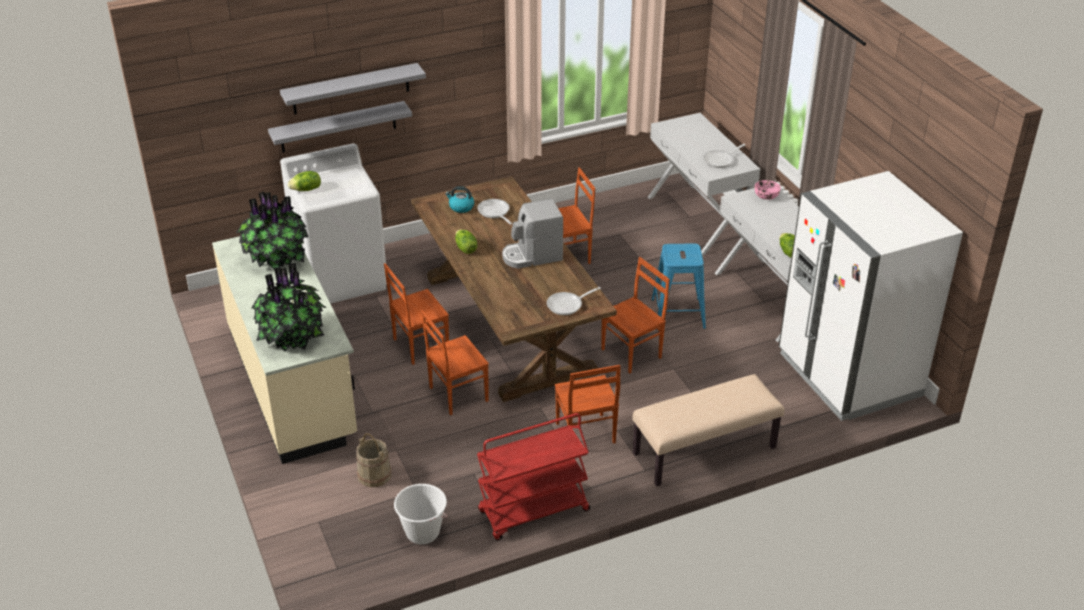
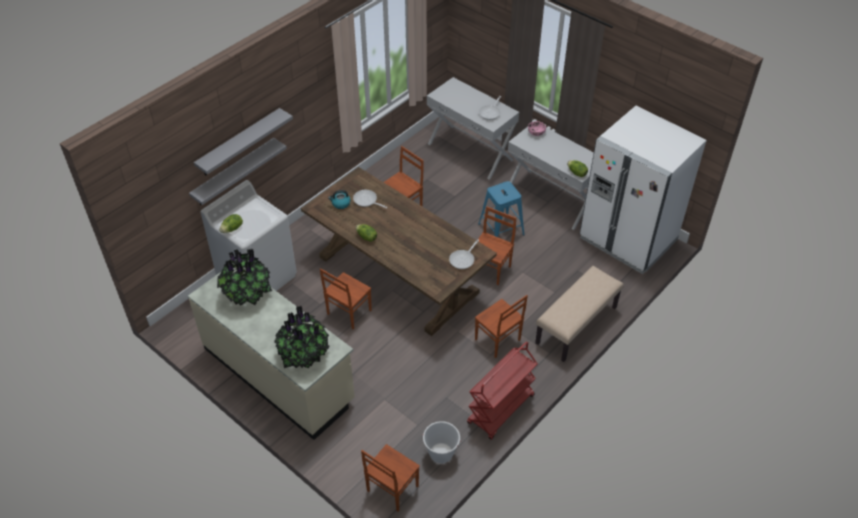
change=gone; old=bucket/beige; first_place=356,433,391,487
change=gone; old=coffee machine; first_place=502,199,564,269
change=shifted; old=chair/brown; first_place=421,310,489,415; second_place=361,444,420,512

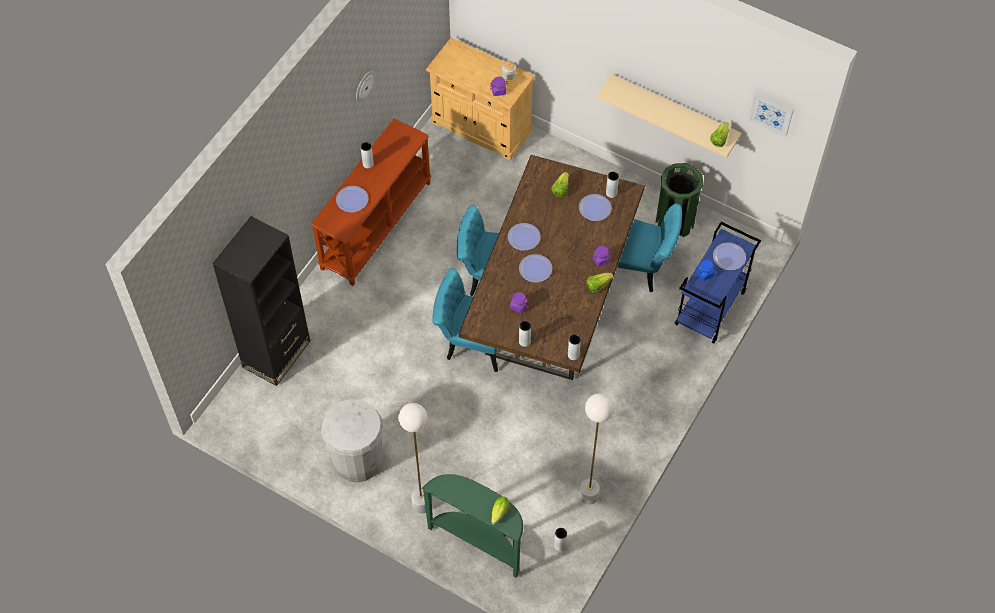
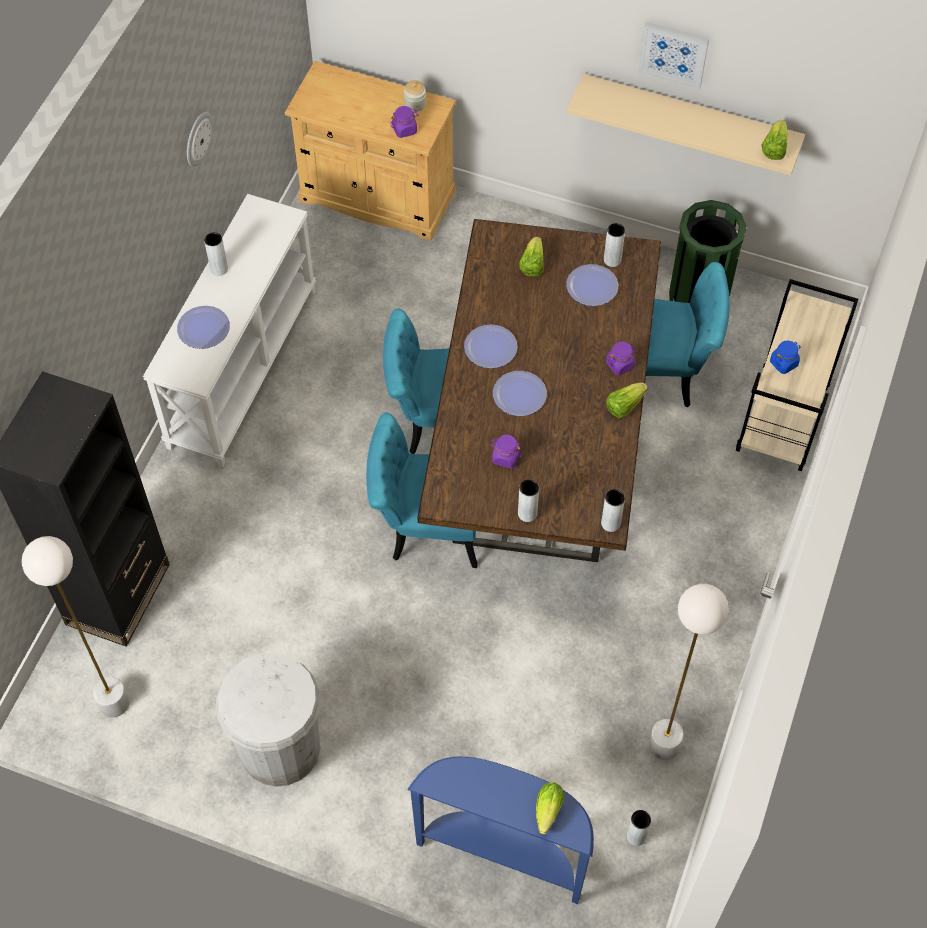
change=gone; old=plate; first_place=713,243,746,270
change=shifted; old=floor lamp/white; first_place=398,403,428,513; second_place=22,536,130,717
change=shifted; old=picture; first_place=749,93,794,137; second_place=638,22,709,89
change=repainted; old=console table/brown; new=console table/white; first_place=311,118,431,286; second_place=143,194,316,467
change=repainted; old=console table/green; new=console table/blue; first_place=422,474,523,578; second_place=407,757,594,904
change=repainted; old=cart/blue; new=cart/beige; first_place=675,222,761,344; second_place=736,279,858,471

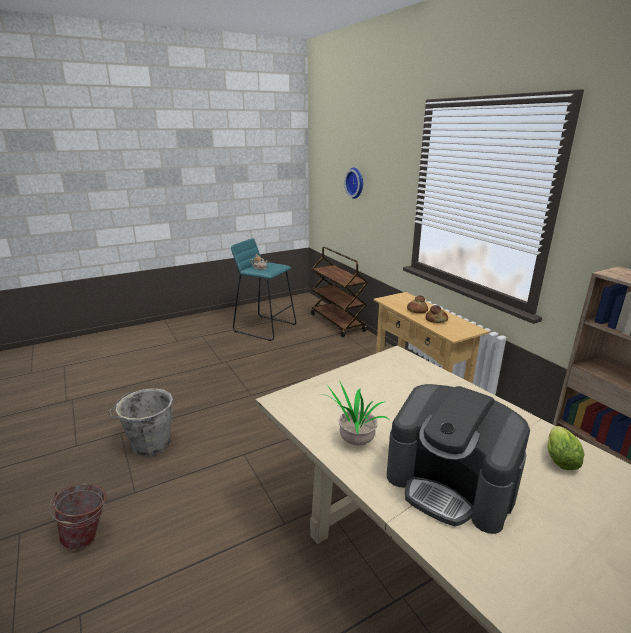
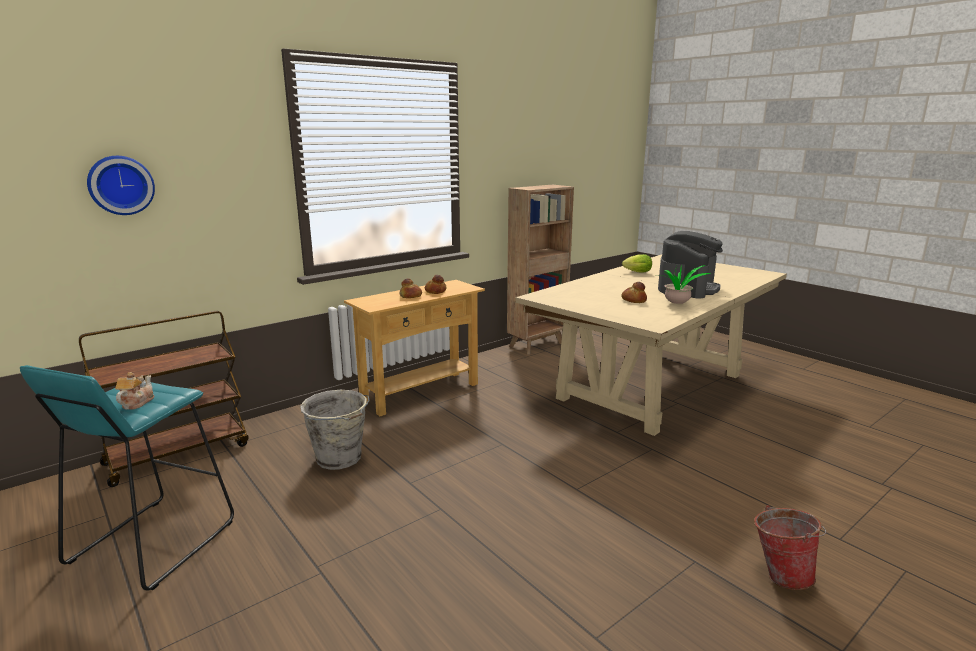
change=new; new=bread; second_place=621,282,647,303
change=shifted; old=bucket/grey; first_place=108,388,173,457; second_place=300,390,370,470

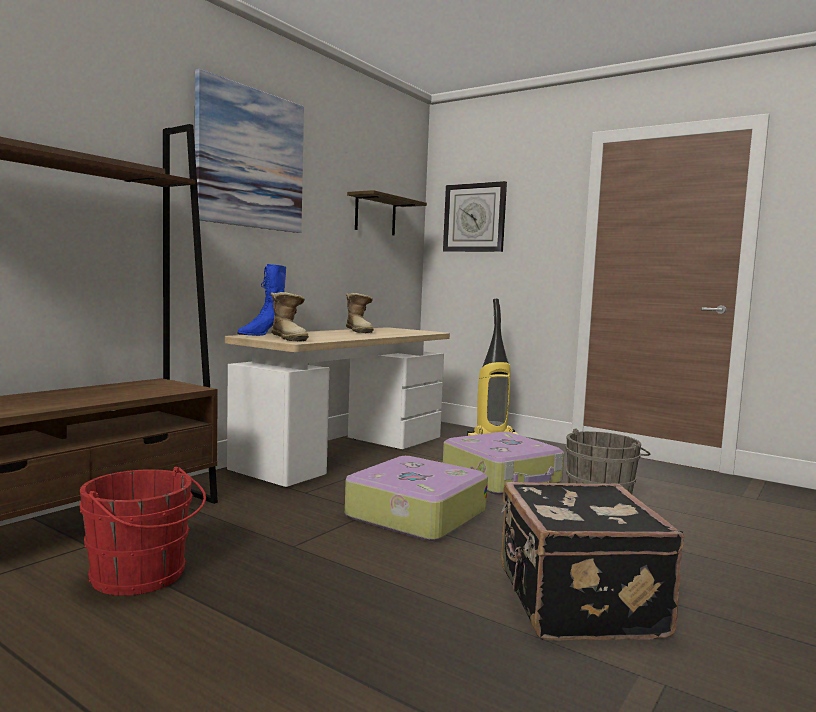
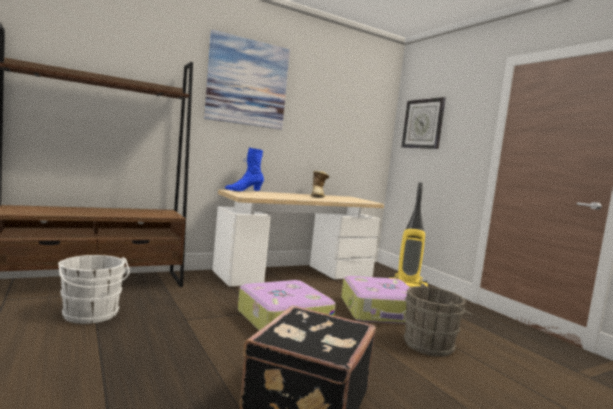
change=gone; old=boot; first_place=271,292,309,342
change=gone; old=shelf; first_place=347,190,427,235
change=repainted; old=bucket/red; new=bucket/white; first_place=79,467,206,596; second_place=58,255,130,324

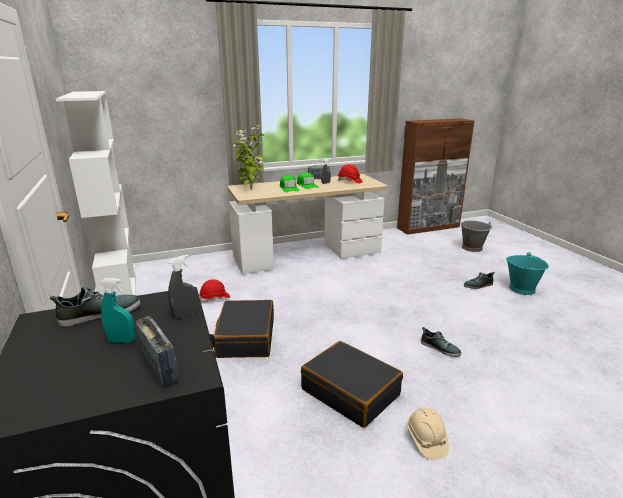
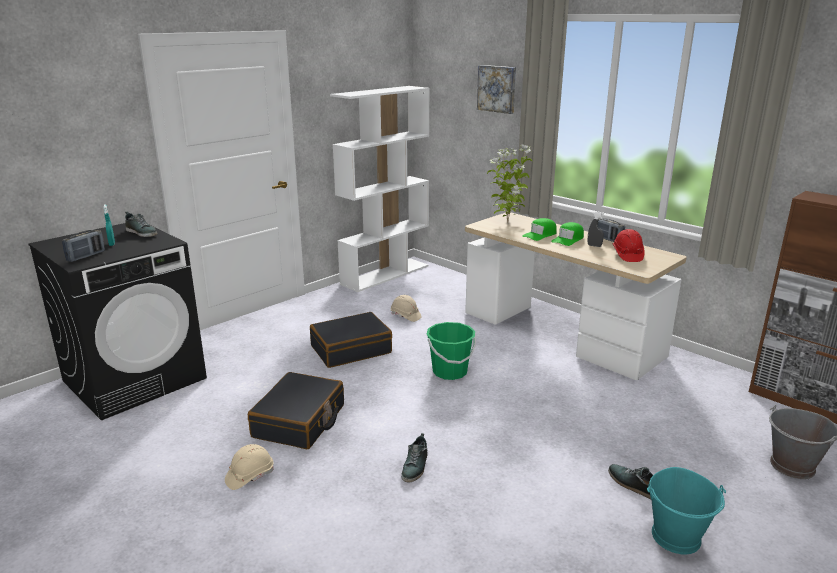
change=gone; old=spray bottle/grey; first_place=168,255,197,319
change=new; new=bucket/green; second_place=427,322,476,380
change=new; new=picture; second_place=477,65,516,114
change=repainted; old=hard hat/red; new=hard hat/beige; first_place=199,279,230,303; second_place=391,295,421,322

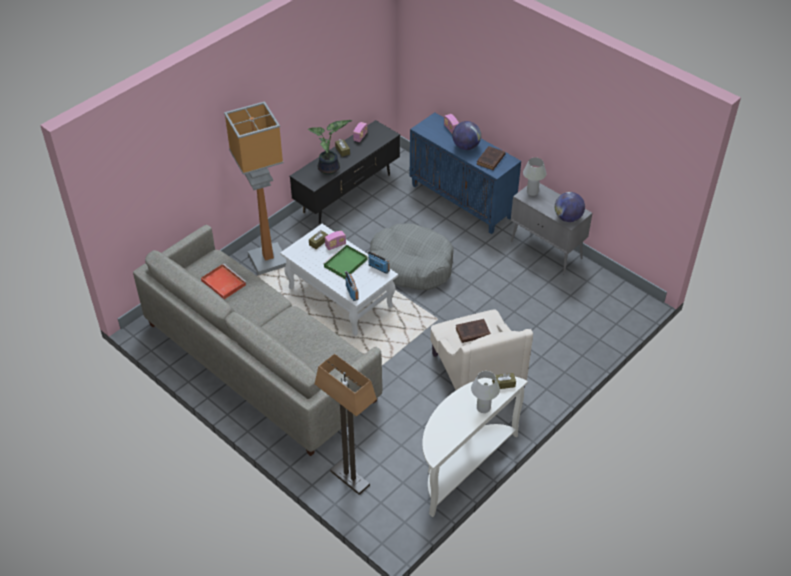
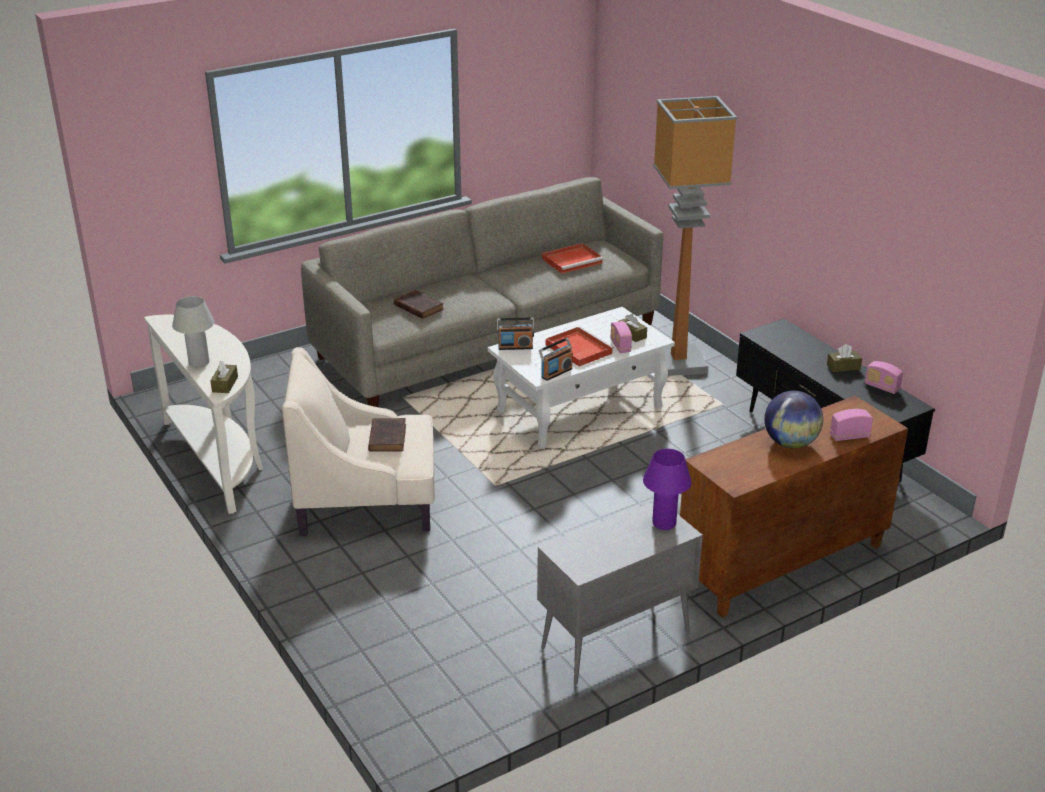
change=gone; old=potted plant; first_place=308,120,352,175
change=gone; old=floor lamp; first_place=315,354,377,495
change=gone; old=dog bed/grey; first_place=370,223,454,290
change=gone; old=globe; first_place=555,192,585,222
change=shifted; old=book/brown; first_place=477,146,505,170; second_place=394,290,444,319
change=repainted; old=tray/green; new=tray/red; first_place=323,244,368,279; second_place=546,326,614,367
change=repainted; old=cabinet/blue; new=cabinet/brown; first_place=410,113,521,234; second_place=680,396,908,618
change=repainted; old=table lamp/white; new=table lamp/purple; first_place=523,157,546,196; second_place=643,449,692,530

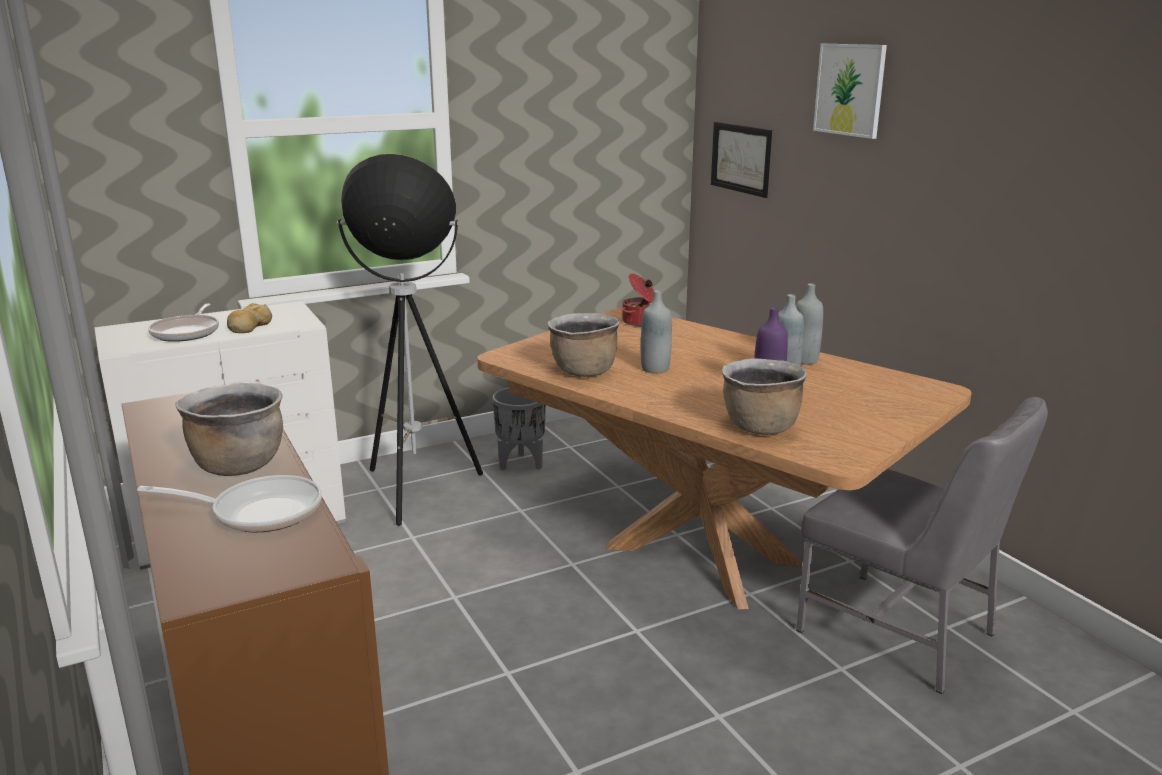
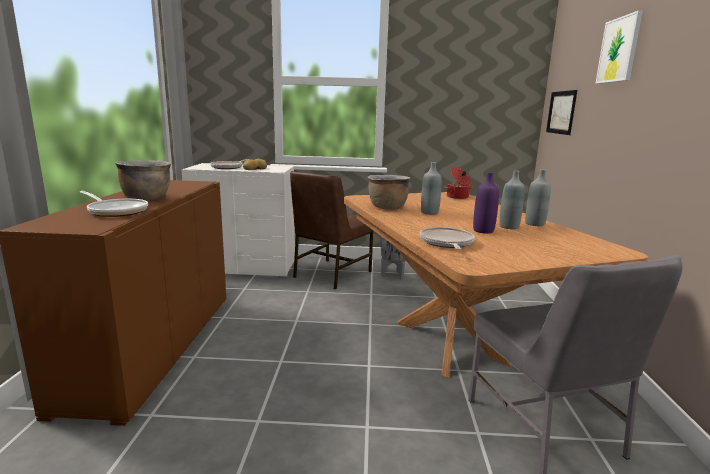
change=swapped; old=floor lamp; new=chair/brown; first_place=337,154,483,526; second_place=290,171,373,289
change=swapped; old=cooking pot/brown; new=frying pan; first_place=722,358,807,435; second_place=420,227,475,250

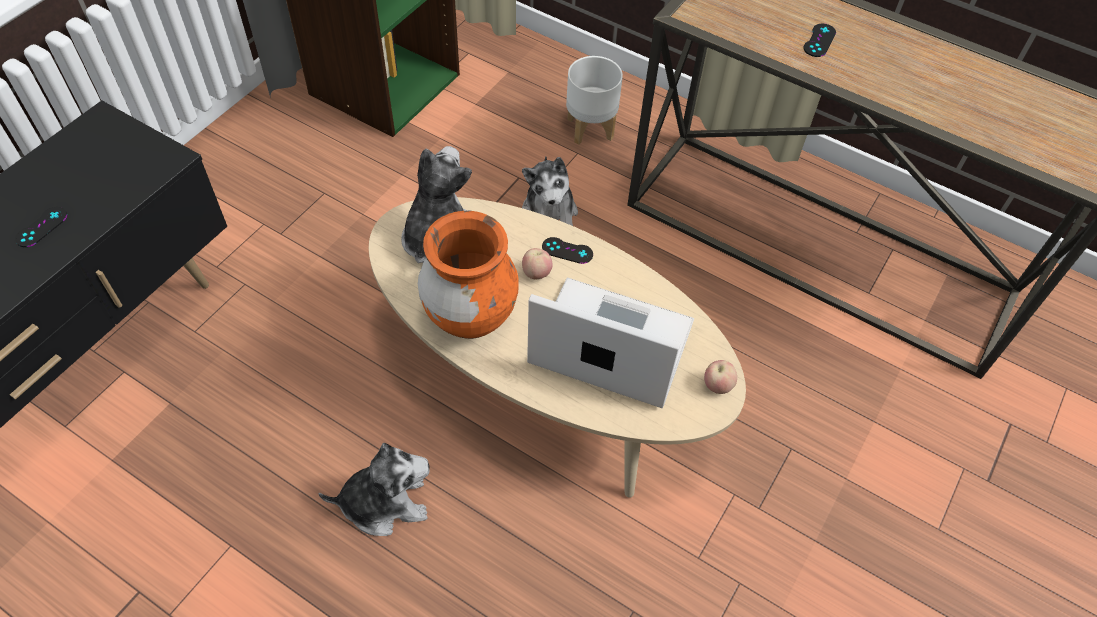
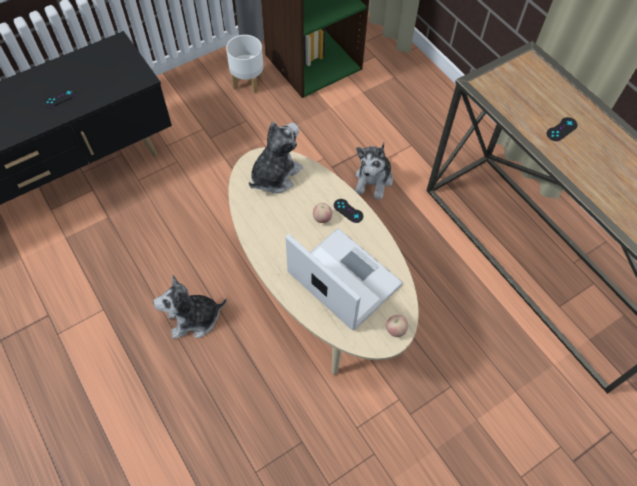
change=gone; old=vase/orange; first_place=418,211,519,339
change=shifted; old=planter/white; first_place=566,56,623,145; second_place=226,35,263,94
change=rotated; old=plush toy; first_place=319,443,429,536; second_place=153,275,227,339; degrees=150

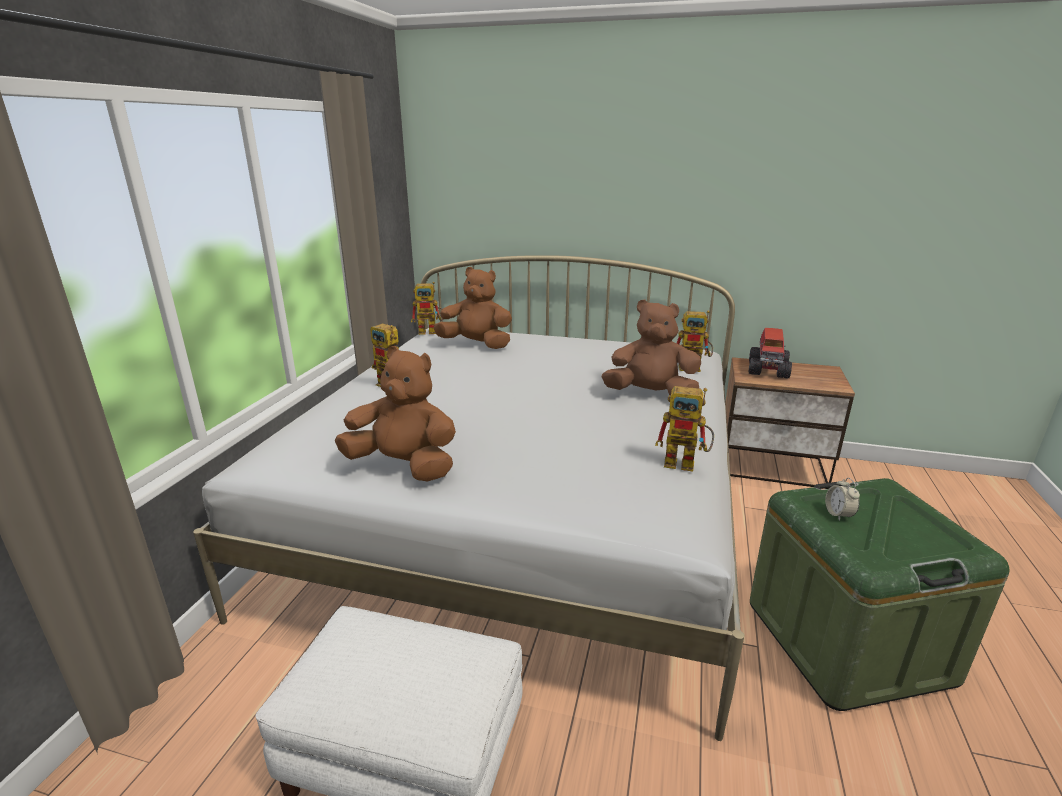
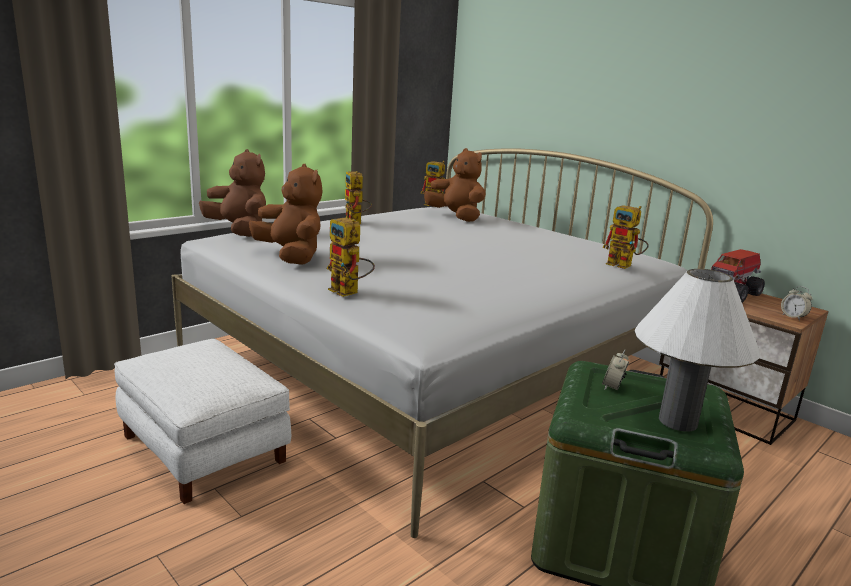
change=new; new=table lamp/white; second_place=634,269,760,432
change=new; new=alarm clock; second_place=781,286,813,321
change=shifted; old=plush toy/brown; first_place=602,299,701,395; second_place=199,149,266,237
change=shifted; old=toy robot; first_place=655,386,714,472; second_place=327,218,375,297

